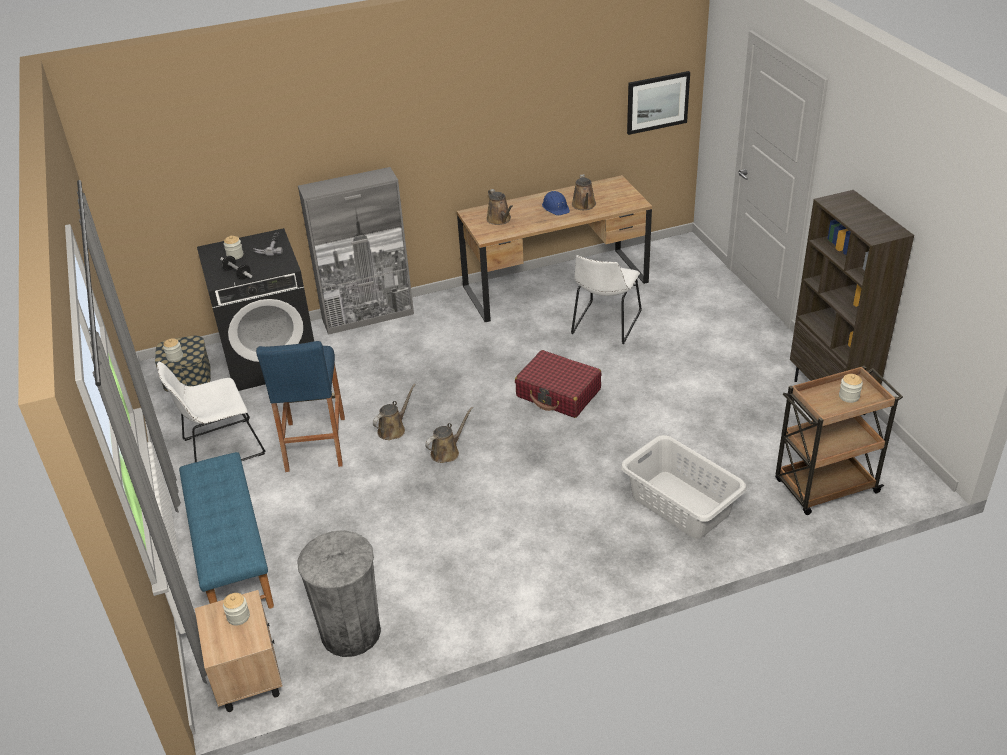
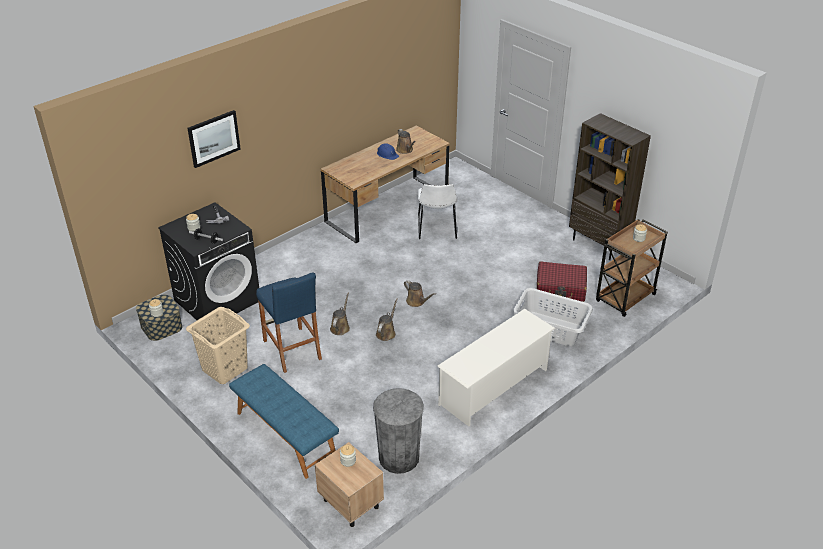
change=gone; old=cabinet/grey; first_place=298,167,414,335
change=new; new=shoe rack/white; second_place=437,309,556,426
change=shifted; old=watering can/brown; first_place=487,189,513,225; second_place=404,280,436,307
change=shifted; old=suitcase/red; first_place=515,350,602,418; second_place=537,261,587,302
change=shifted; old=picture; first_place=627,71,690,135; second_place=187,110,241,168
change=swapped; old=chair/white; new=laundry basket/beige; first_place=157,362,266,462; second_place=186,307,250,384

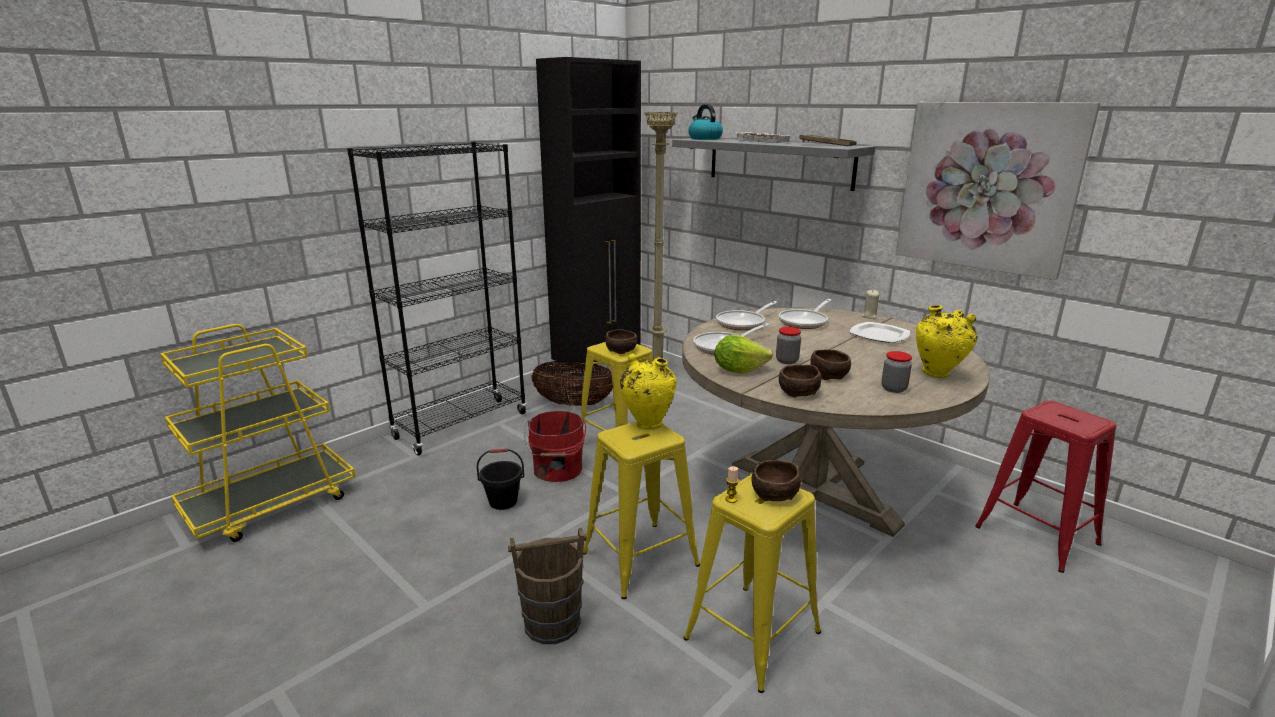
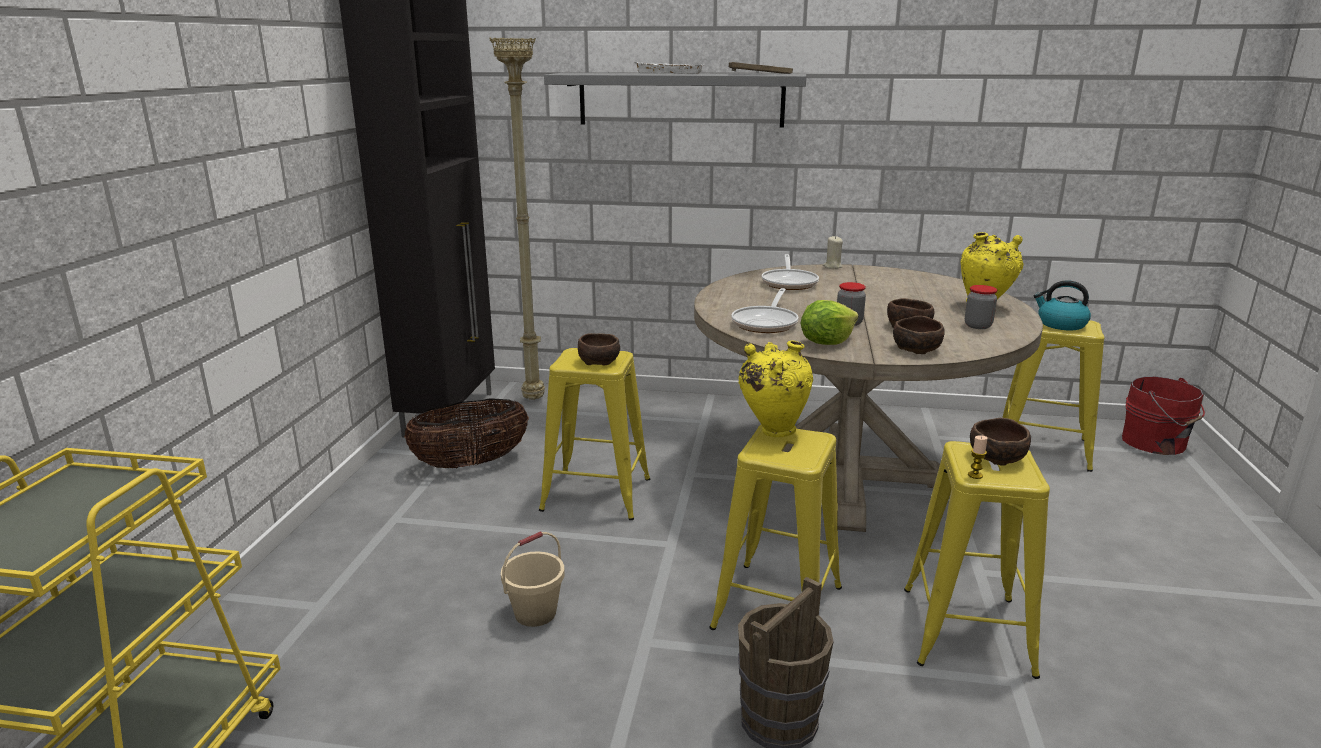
change=gone; old=bookcase/black; first_place=347,142,527,455
change=gone; old=frying pan; first_place=716,301,778,330
change=gone; old=plate; first_place=849,322,910,343
change=gone; old=picture; first_place=896,102,1100,280
change=shifted; old=bucket/red; first_place=524,411,586,482; second_place=1122,376,1205,455
change=shifted; old=kettle; first_place=688,104,723,140; second_place=1033,280,1091,330
change=repainted; old=bucket/black; new=bucket/beige; first_place=477,449,524,510; second_place=501,532,565,627
change=repainted; old=stool/red; new=stool/yellow; first_place=975,401,1116,573; second_place=1002,320,1104,472

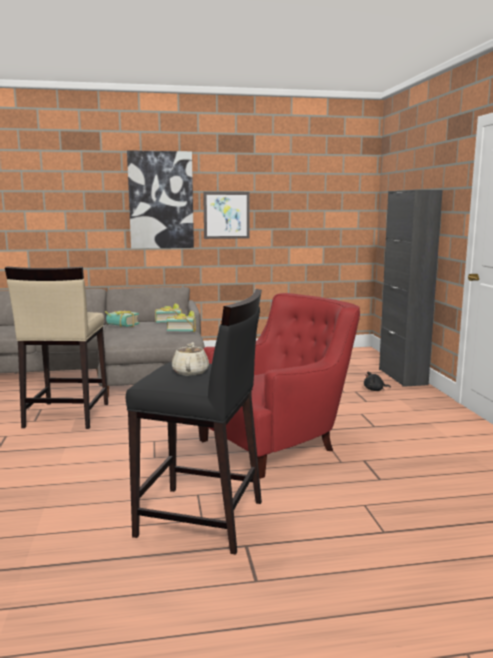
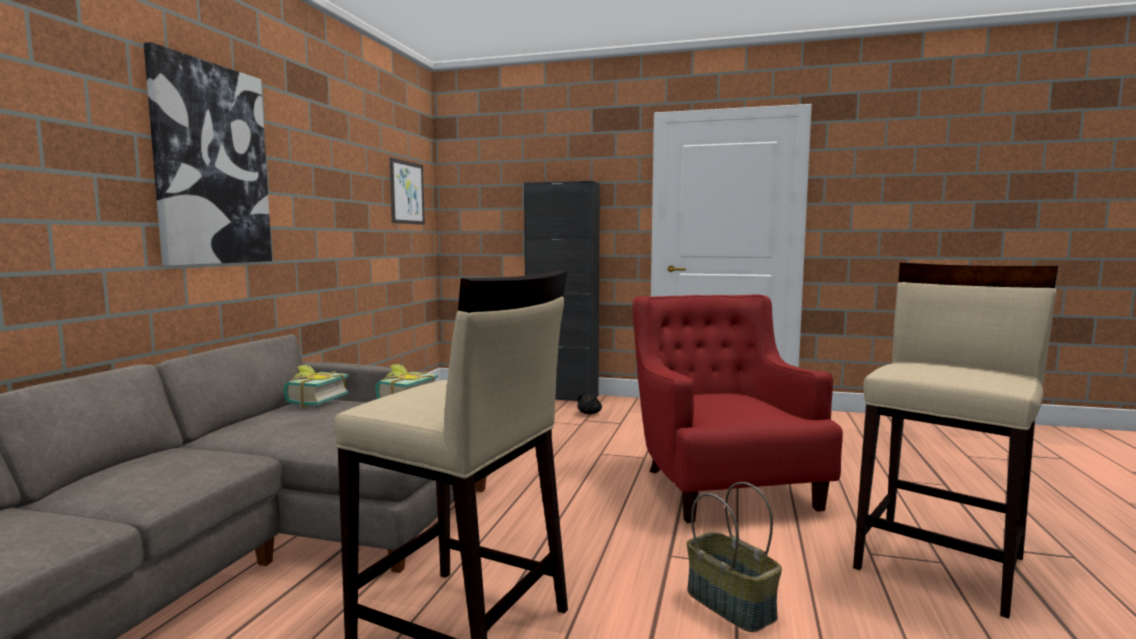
change=gone; old=book; first_place=105,310,139,327
change=gone; old=teapot/beige; first_place=172,342,209,376
change=new; new=basket; second_place=687,482,782,632
change=shifted; old=picture; first_place=203,192,250,239; second_place=390,157,425,225
change=repainted; old=stool/black; new=stool/beige; first_place=126,289,262,555; second_place=853,263,1059,619

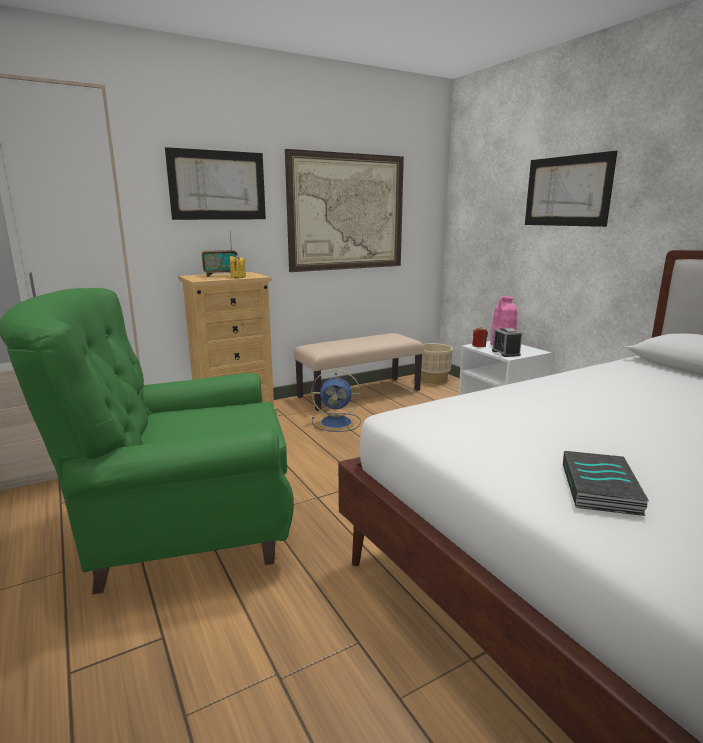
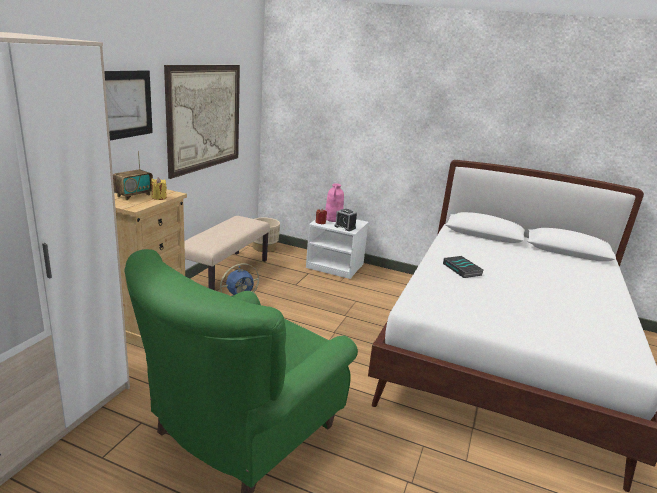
change=gone; old=picture; first_place=525,151,617,227
change=shifted; old=book; first_place=563,451,649,516; second_place=443,256,483,278

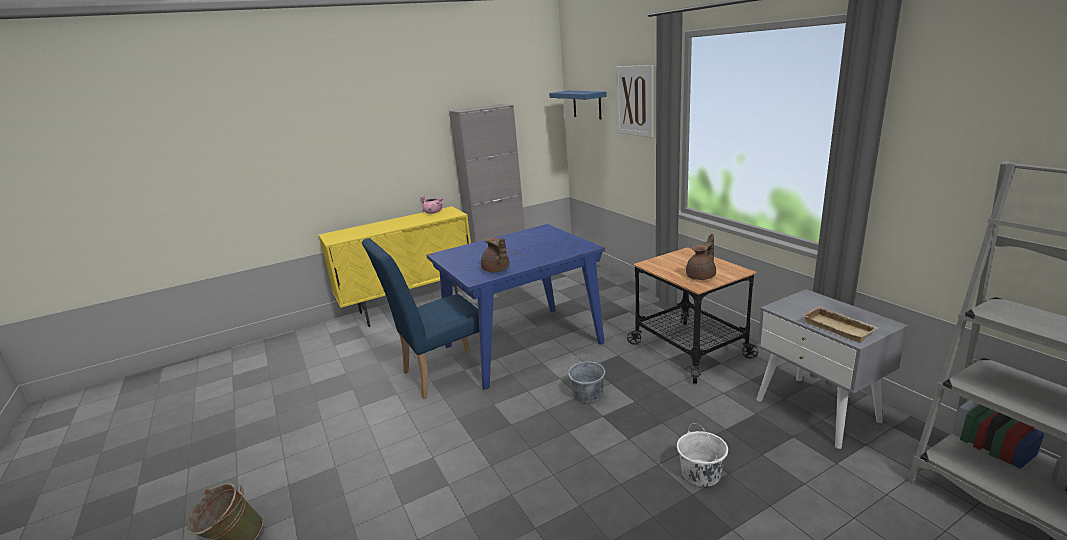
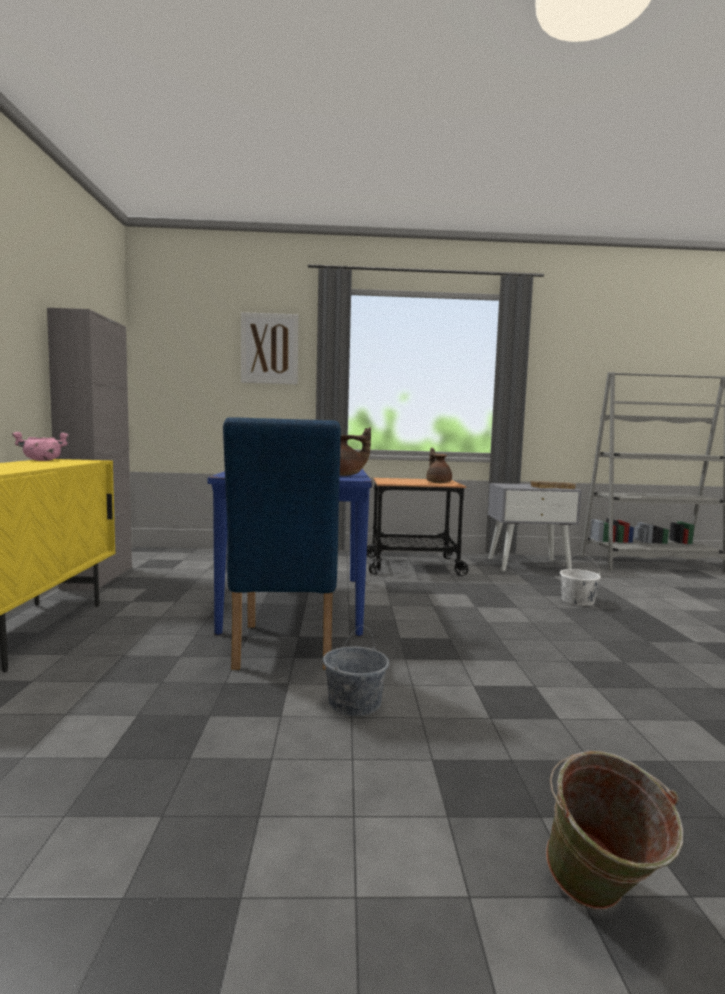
change=gone; old=shelf/blue; first_place=549,91,607,120
change=shifted; old=bucket/grey; first_place=568,355,605,403; second_place=323,626,389,716

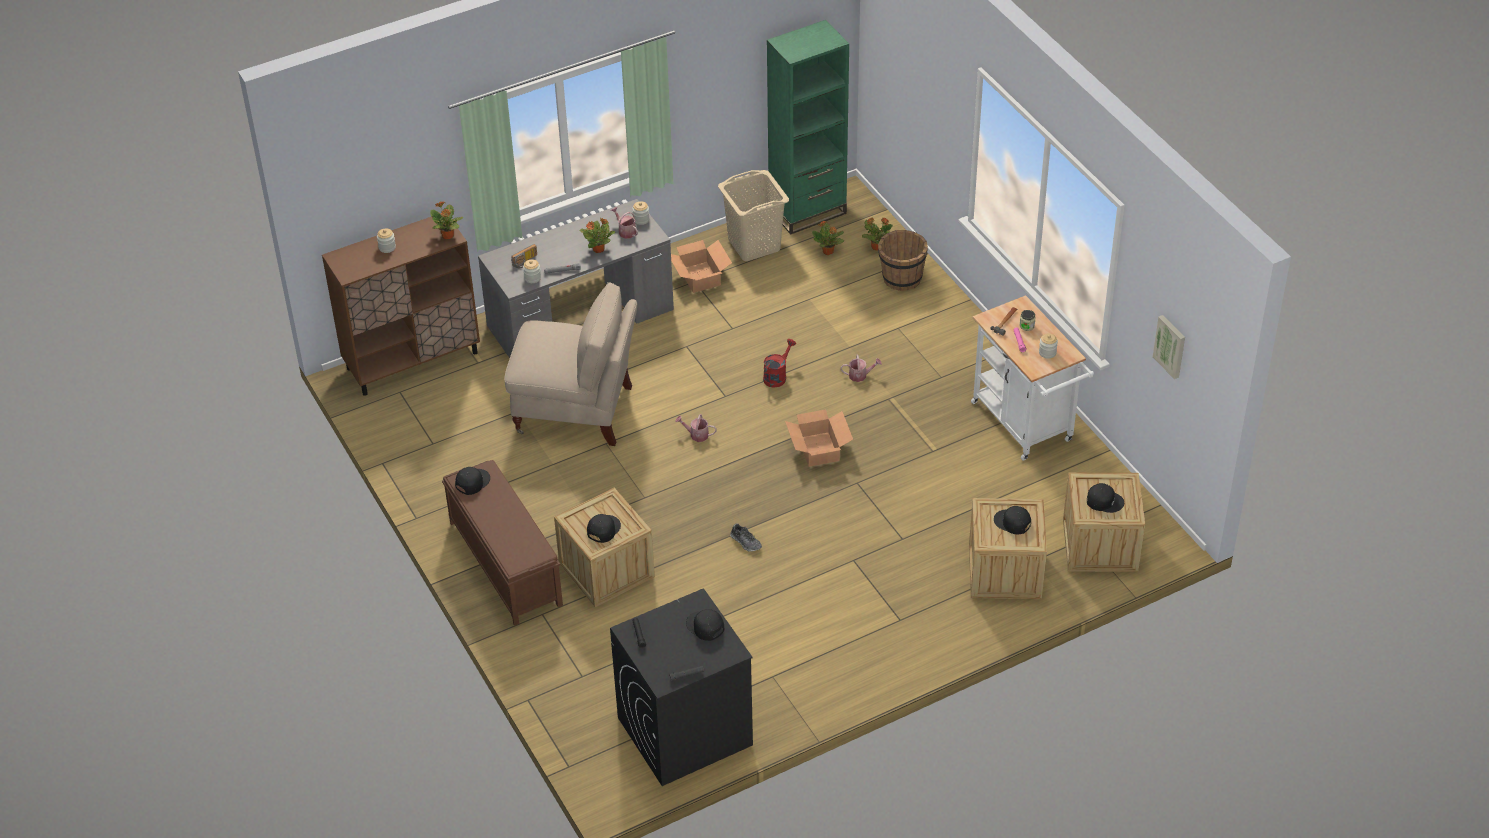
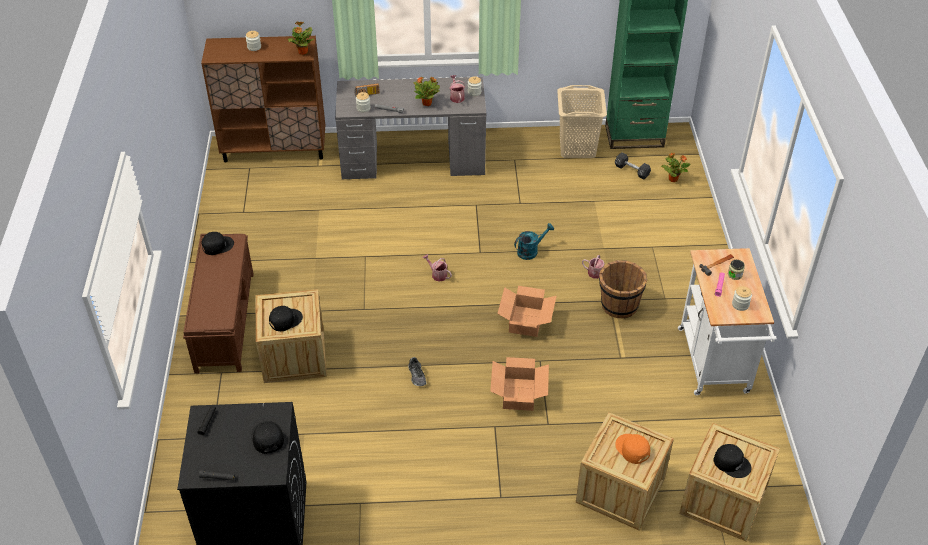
change=gone; old=chair/beige; first_place=504,282,637,446
change=gone; old=picture; first_place=1153,315,1185,379
change=shifted; old=cardboard box; first_place=671,240,732,293; second_place=490,357,549,411
change=shifted; old=bucket/brown; first_place=878,230,928,291; second_place=599,260,647,318
change=swapped; old=potted plant; new=dumbbell/black; first_place=812,221,844,255; second_place=615,152,651,180
change=repainted; old=watering can/red; new=watering can/turquoise; first_place=763,339,796,388; second_place=514,223,554,260
change=repainted; old=cap/black; new=cap/orange; first_place=994,506,1031,534; second_place=615,434,650,464

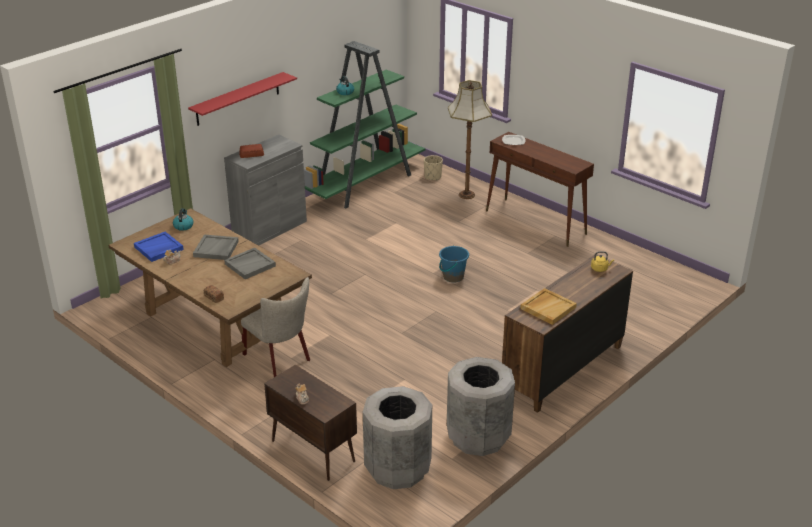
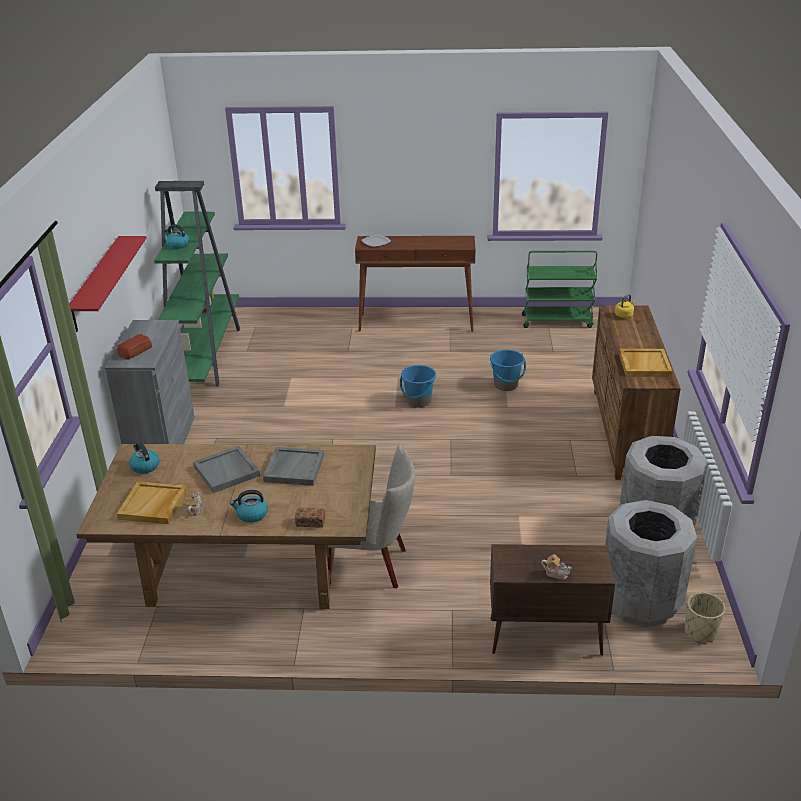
change=gone; old=floor lamp; first_place=448,80,492,199
change=new; new=kettle; second_place=230,490,268,523
change=new; new=bucket/blue; second_place=490,350,526,391
change=new; new=cart/green; second_place=522,251,597,328
change=shifted; old=planter/beige; first_place=424,155,443,181; second_place=685,592,725,643
change=repainted; old=tray/blue; new=tray/beige; first_place=134,232,184,262; second_place=117,481,187,524

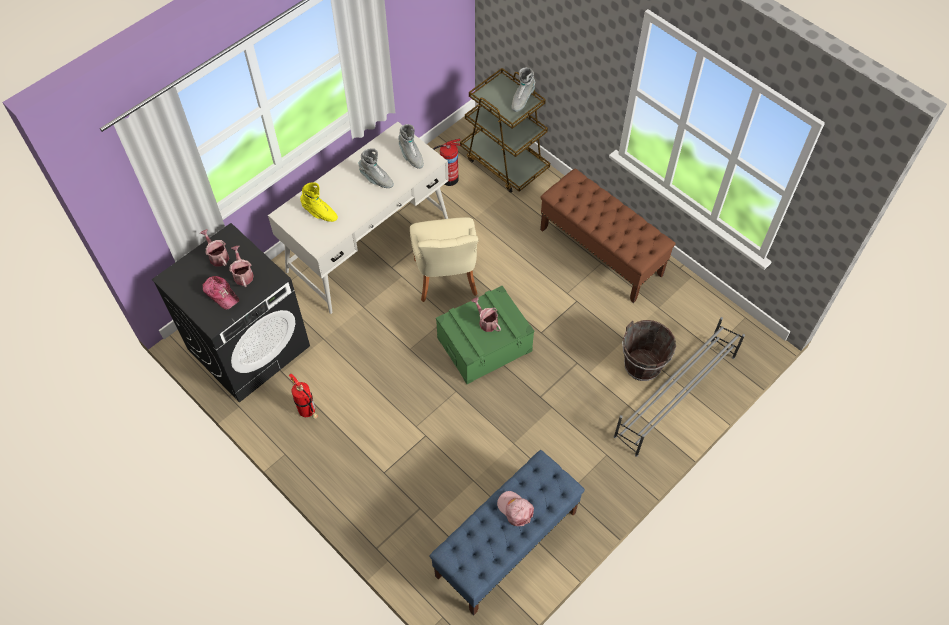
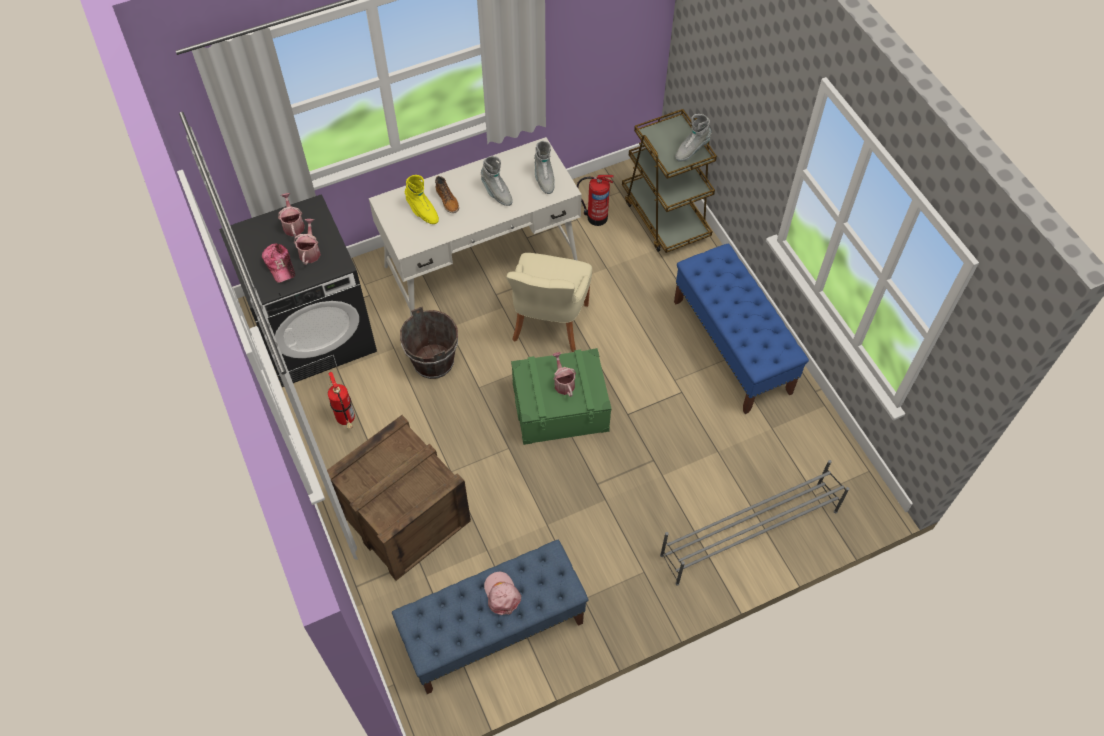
change=new; new=crate; second_place=327,415,471,581
change=new; new=boot; second_place=435,176,459,213
change=shifted; old=bucket/brown; first_place=622,320,676,381; second_place=400,307,458,379
change=repainted; old=bench/brown; new=bench/blue; first_place=540,168,676,303; second_place=674,243,809,414

